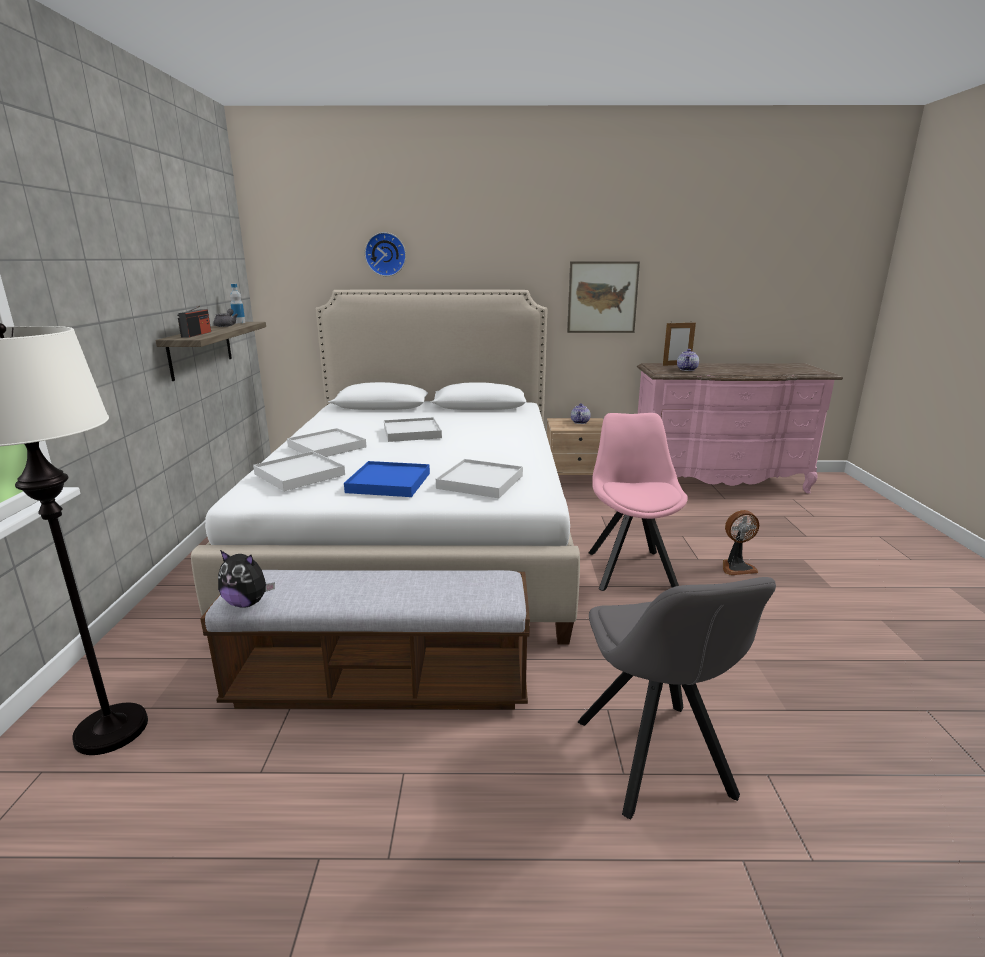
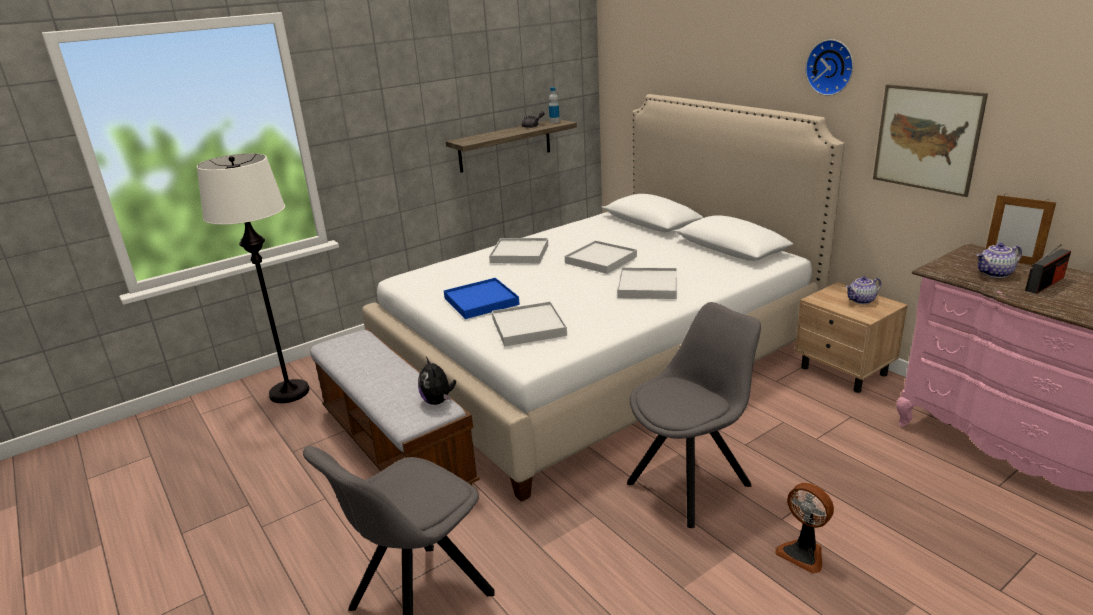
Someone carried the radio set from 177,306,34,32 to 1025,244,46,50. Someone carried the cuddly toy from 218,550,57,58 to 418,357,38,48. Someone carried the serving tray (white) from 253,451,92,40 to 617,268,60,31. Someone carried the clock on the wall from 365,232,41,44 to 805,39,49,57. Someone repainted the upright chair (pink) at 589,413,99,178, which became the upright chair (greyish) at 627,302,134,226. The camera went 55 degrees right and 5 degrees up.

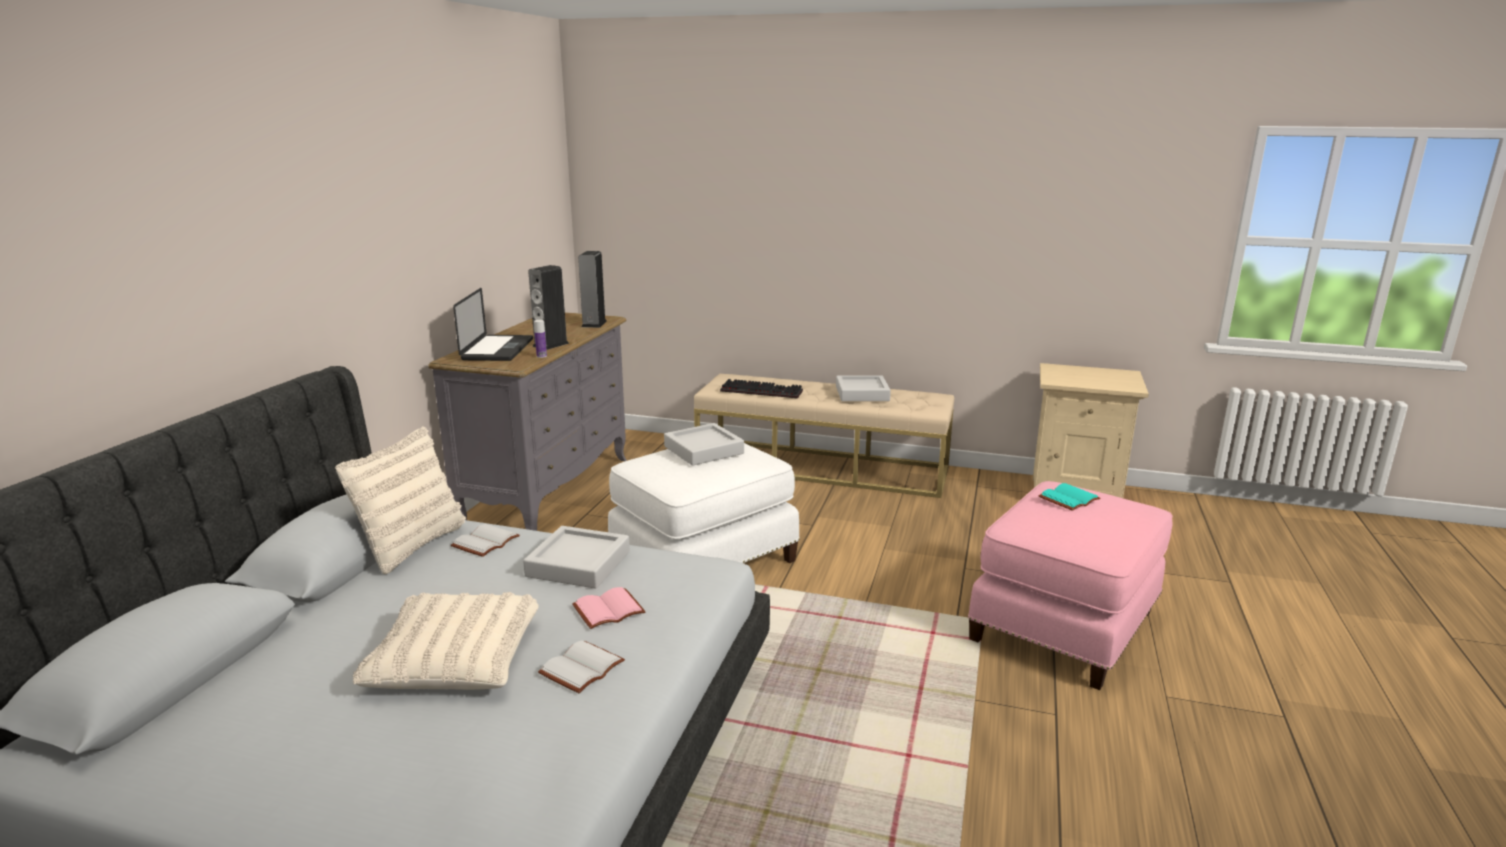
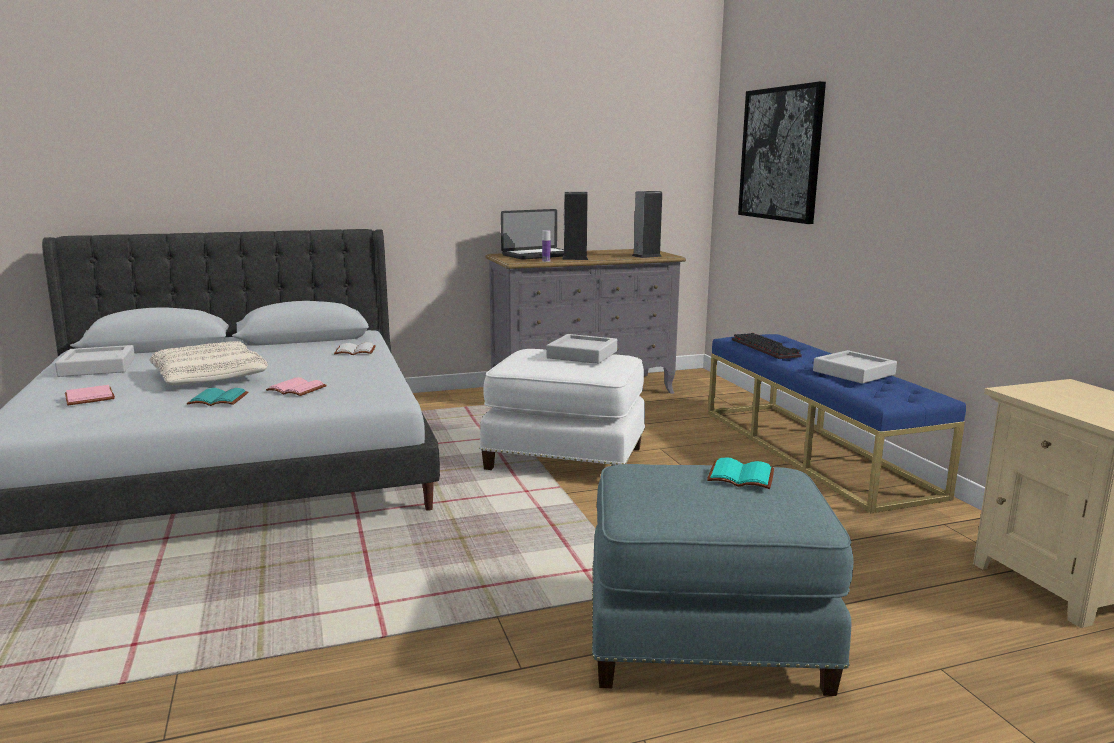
Someone took away the cushion (sand-coloured) at 335,427,131,147. Someone carried the serving tray (greyish) from 523,526,107,63 to 55,345,80,32. Someone repainted the volume (white) at 538,640,87,53, which became the volume (turquoise-coloured) at 187,388,61,18. Someone repainted the long seat (sand-coloured) at 694,374,260,124, which became the long seat (bluish) at 708,334,258,179. Someone repainted the ottoman (pink) at 968,481,205,209, which became the ottoman (bluish) at 592,464,261,232. Someone put down the volume (pink) at 65,385,50,20. Someone put up the wall picture at 738,81,88,143. The camera went 55 degrees right and 5 degrees down.

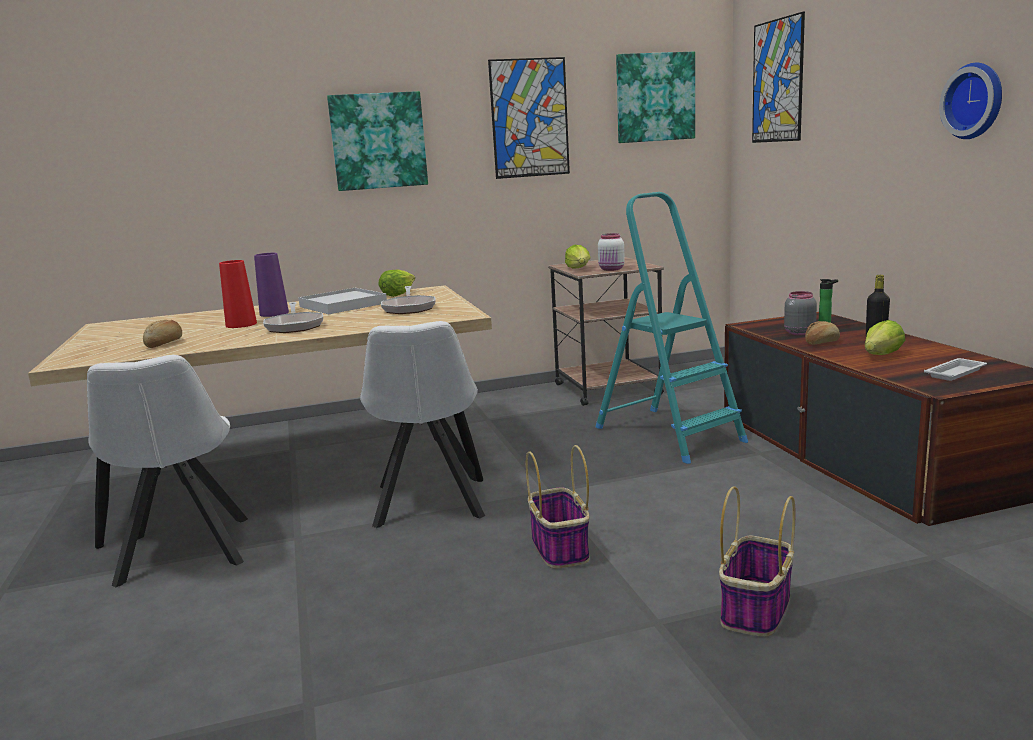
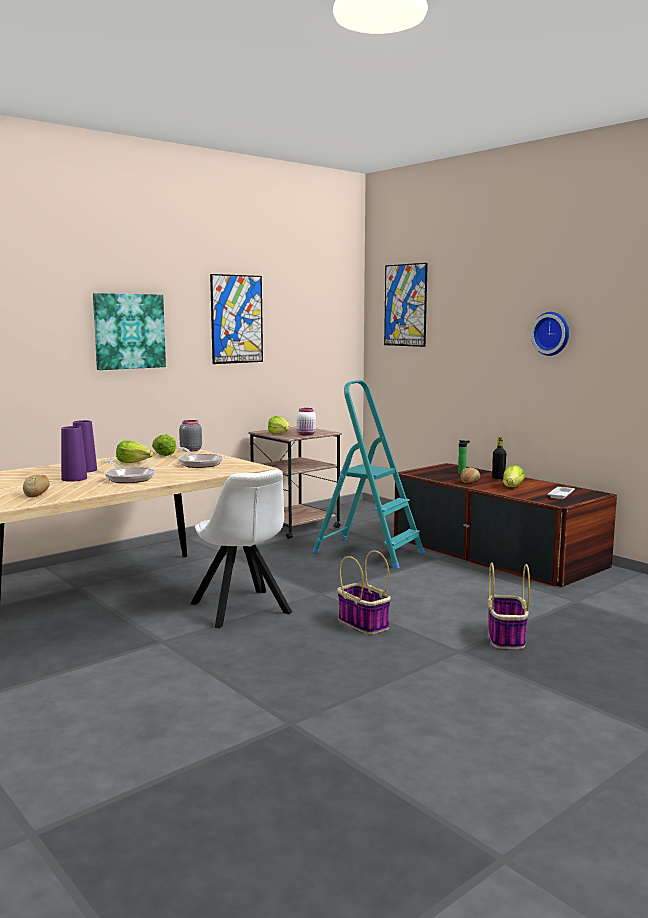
Someone took away the upright chair (white) at 87,355,161,232. Someone repainted the decorative vase (reddish) at 219,260,38,68, which became the decorative vase (purplish) at 61,426,26,56. Someone swapped the serving tray (white) at 298,288,89,26 for the lettuce at 116,441,37,22. Someone took away the wall picture at 616,52,79,91. Someone carried the preserve jar (greyish) from 784,291,33,44 to 179,420,23,32. The camera went 25 degrees left and 5 degrees down.

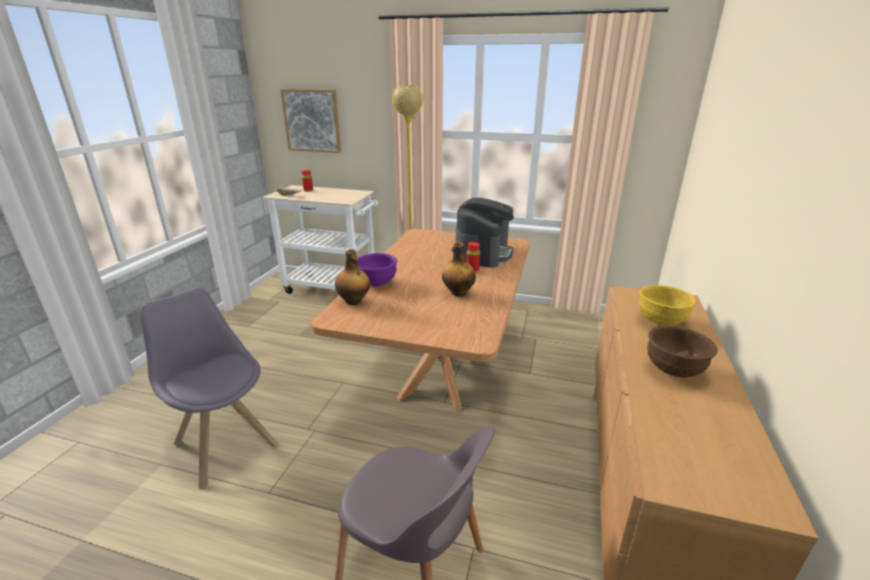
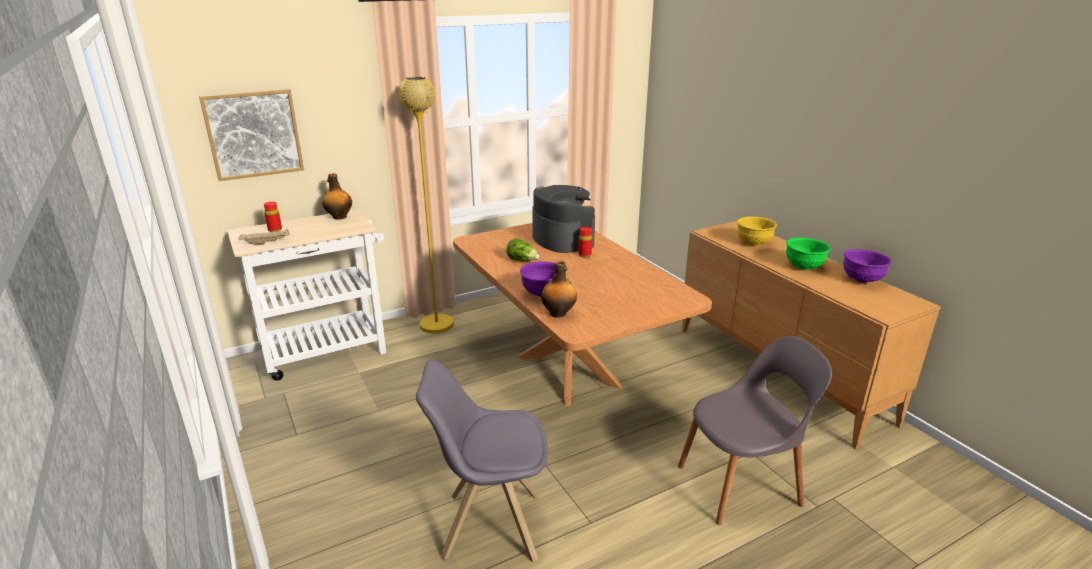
Someone carried the bottle from 442,242,34,55 to 322,173,30,46. Someone repainted the bowl (brownish) at 647,325,71,53, which became the bowl (green-coloured) at 786,238,45,32. Someone put down the lettuce at 506,238,34,23. Someone put down the bowl (purplish) at 844,249,48,34. The camera went 45 degrees left and 0 degrees up.

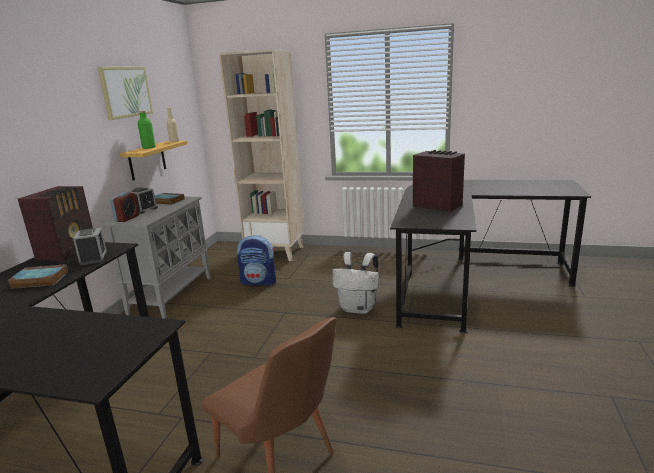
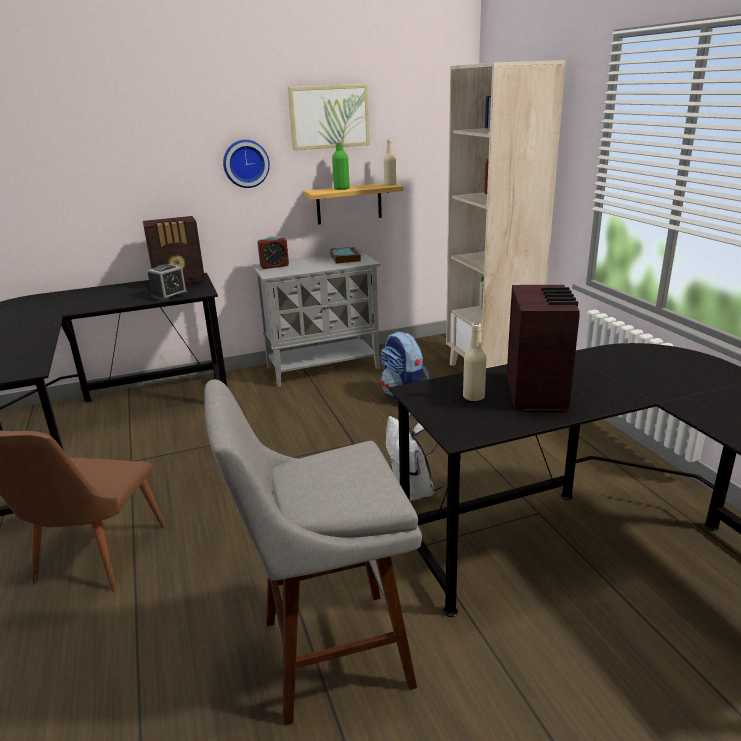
Someone took away the volume at 8,264,60,25. Someone took away the table clock at 128,188,30,26. Someone put down the stool seat (greyish) at 204,379,218,347. Someone put up the clock on the wall at 223,140,47,48. Someone put down the bottle (sand-coloured) at 463,323,23,78. The camera went 55 degrees right and 5 degrees up.

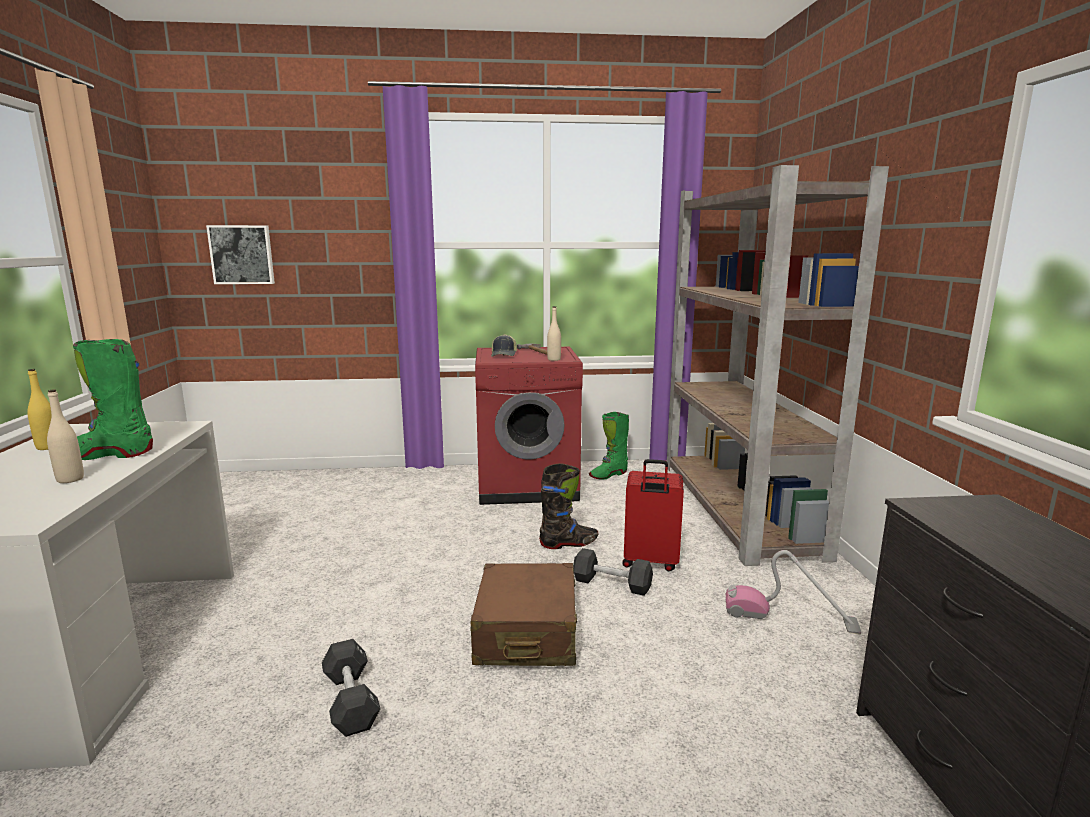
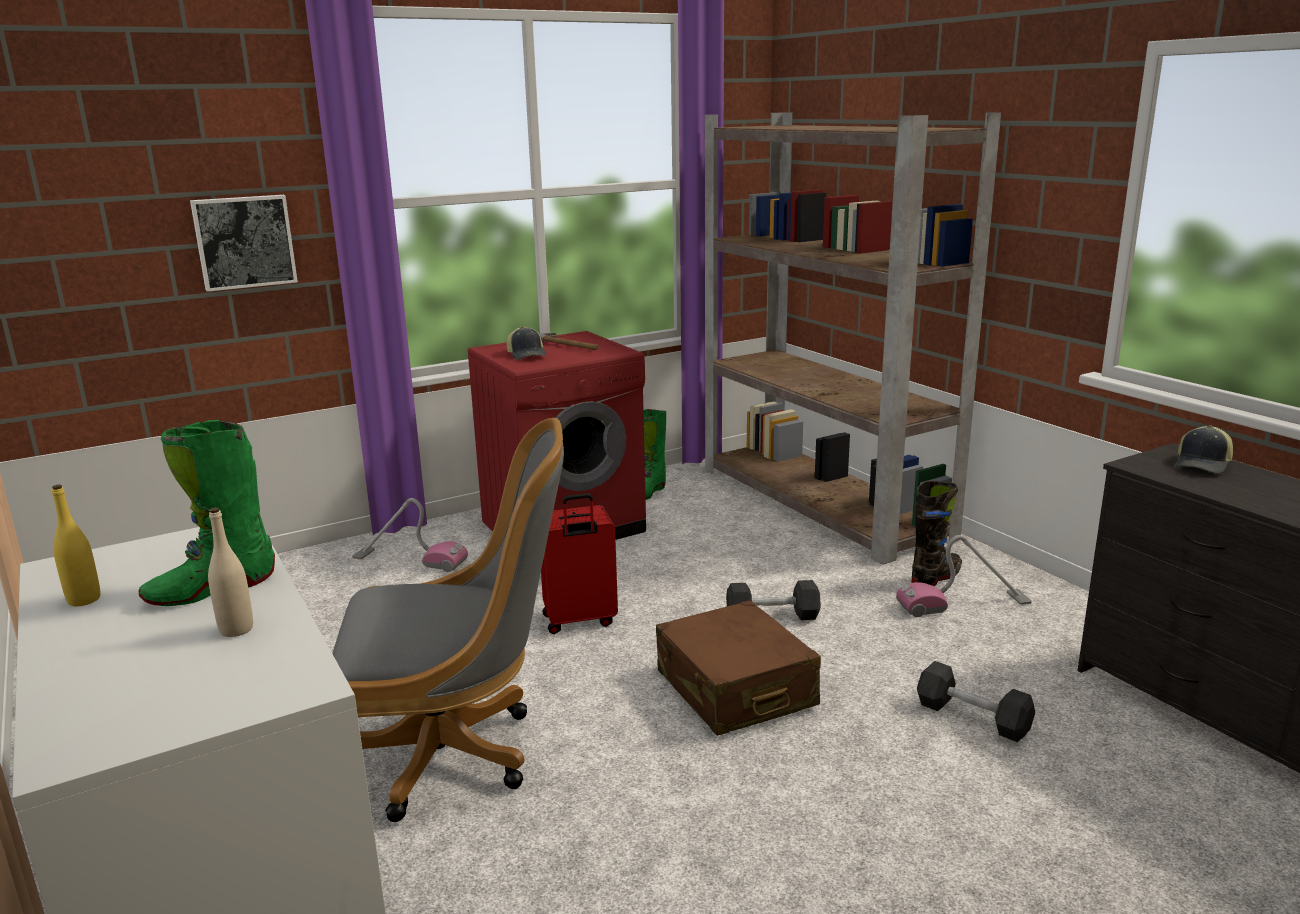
Someone carried the wall picture from 206,225,69,59 to 190,195,108,97. Someone carried the hand weight (black) from 322,639,58,98 to 917,661,118,81. Someone carried the boot (black) from 539,463,59,86 to 912,481,50,105. Someone took away the bottle (sand-coloured) at 547,306,14,55. Someone carried the piece of luggage (reddish) from 622,459,62,112 to 541,493,77,141. Someone put down the office chair (greyish) at 332,418,232,404. Someone put down the vacuum cleaner at 352,498,116,74. Someone put down the peaked cap at 1174,425,59,49. The camera went 25 degrees left and 5 degrees up.

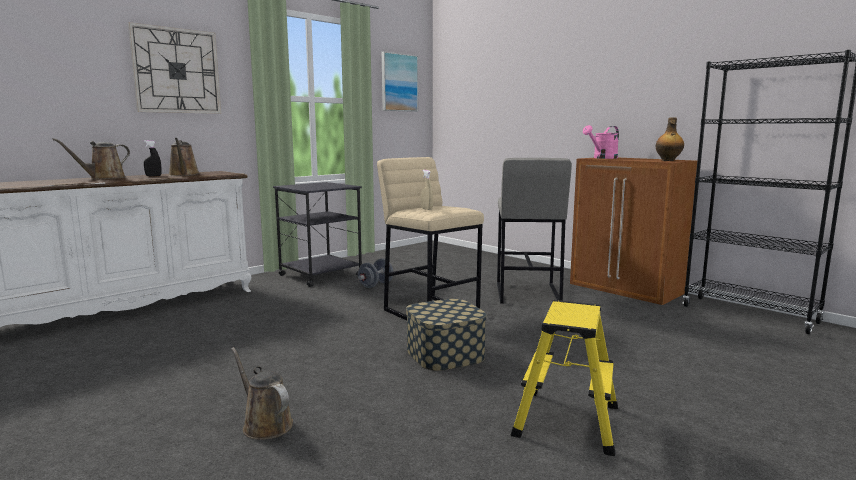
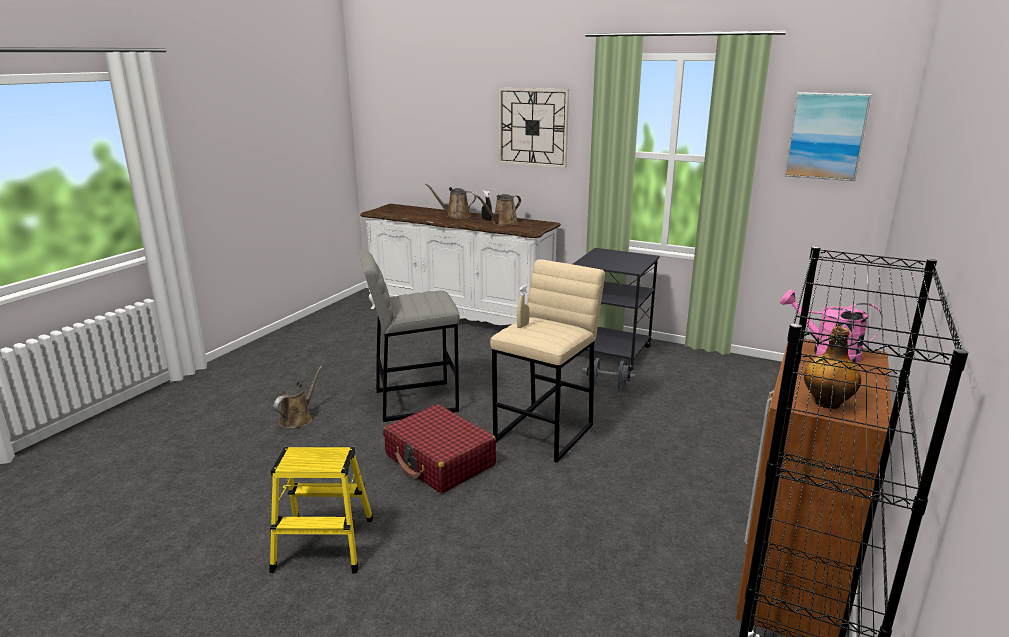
Someone swapped the storage bin at 406,299,81,72 for the piece of luggage (reddish) at 383,404,113,90. Someone carried the stool seat (greyish) from 497,158,75,146 to 358,250,102,172. The camera went 70 degrees right and 10 degrees up.

